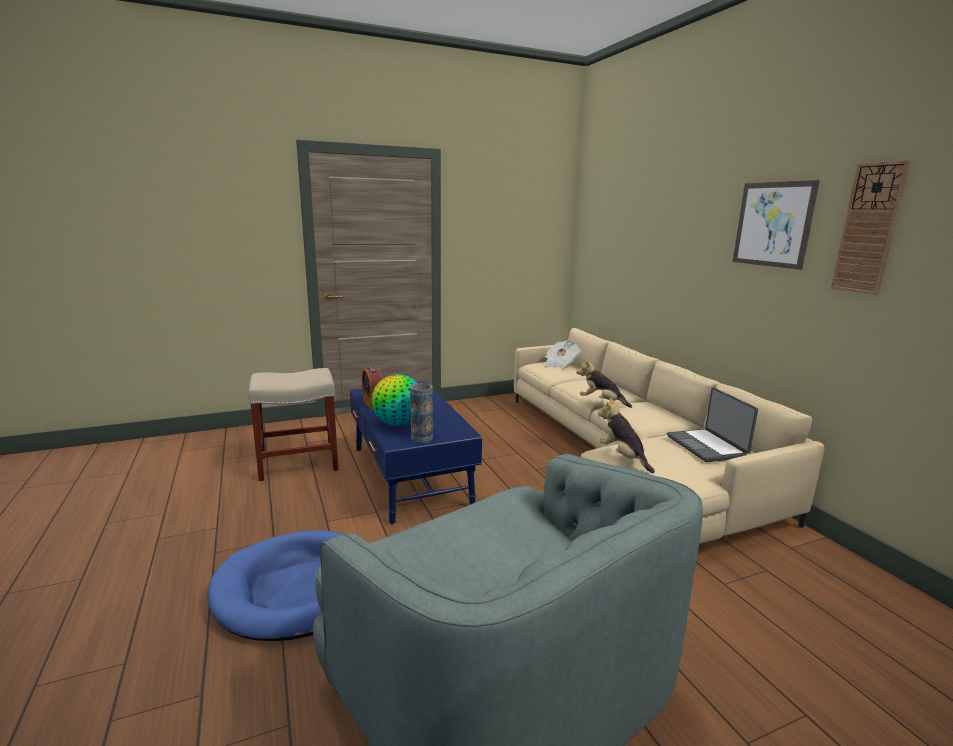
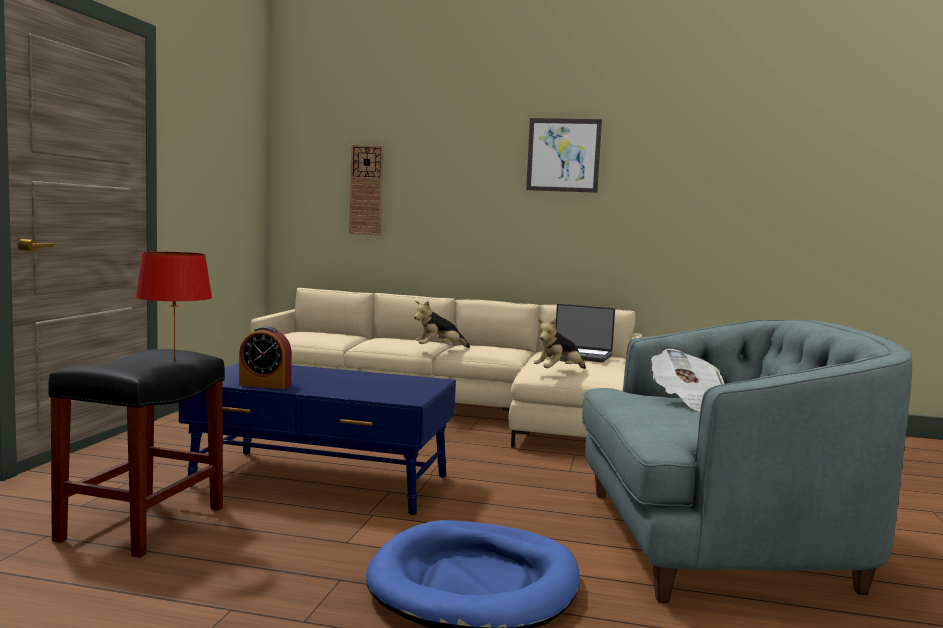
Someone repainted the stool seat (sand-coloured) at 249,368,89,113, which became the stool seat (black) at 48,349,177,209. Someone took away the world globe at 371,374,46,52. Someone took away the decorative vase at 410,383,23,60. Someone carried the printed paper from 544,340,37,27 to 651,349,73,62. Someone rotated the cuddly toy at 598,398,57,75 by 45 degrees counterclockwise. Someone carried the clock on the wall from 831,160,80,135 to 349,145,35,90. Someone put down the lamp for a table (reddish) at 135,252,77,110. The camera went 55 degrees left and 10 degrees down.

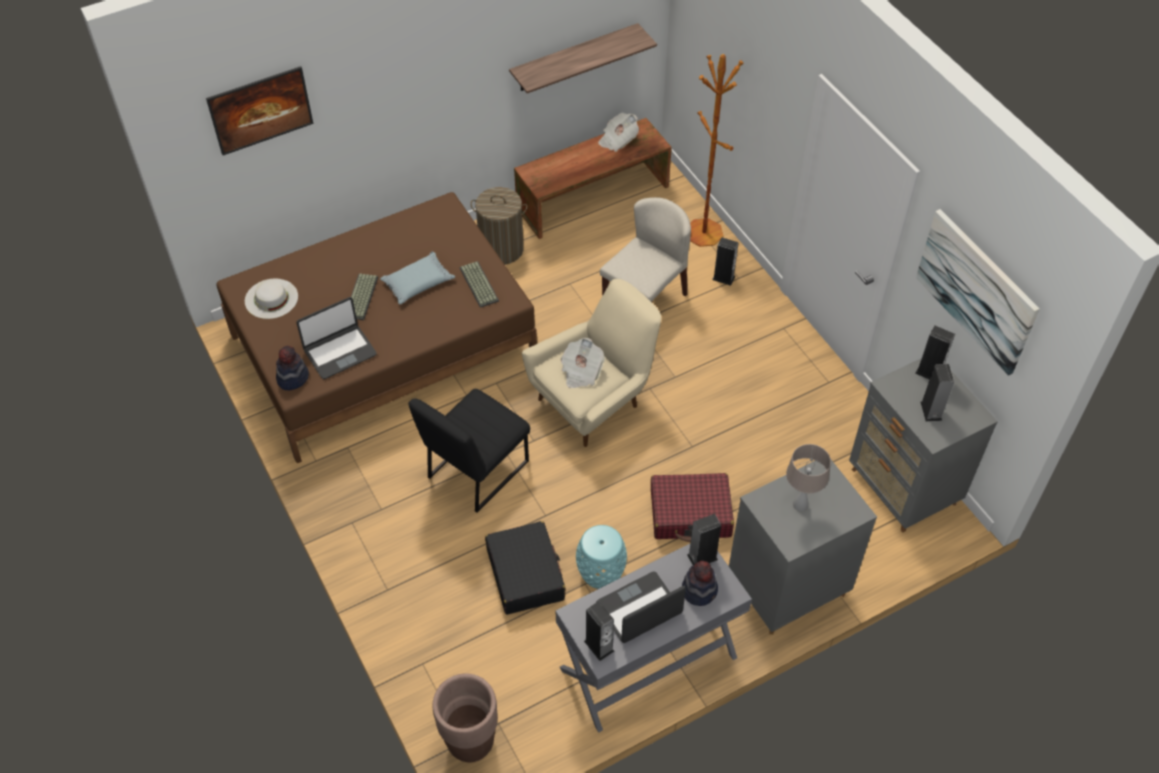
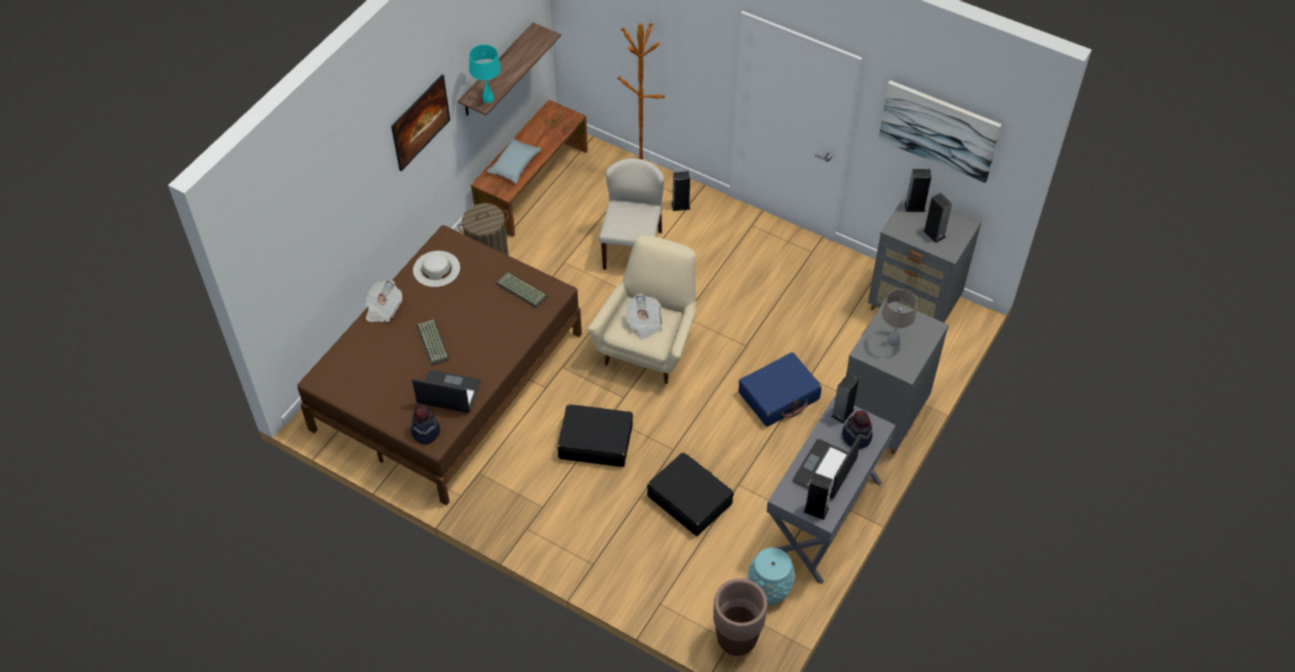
Someone carried the wall picture from 206,66,107,89 to 391,75,59,96. Someone carried the hat (white) from 245,279,53,40 to 413,251,47,36. Someone rotated the notebook computer at 296,297,81,82 by 105 degrees counterclockwise. Someone carried the cushion (bluish) from 380,251,75,53 to 487,137,55,46. Someone swapped the upright chair (black) at 408,389,122,124 for the piece of luggage (black) at 557,404,76,63. Someone carried the stool seat (turquoise-coloured) from 576,525,51,64 to 748,548,47,57. Someone carried the printed paper from 598,113,41,39 to 365,279,37,43. Someone repainted the piece of luggage (reddish) at 651,473,83,69, which became the piece of luggage (bluish) at 738,352,84,75. Someone put down the lamp for a table (turquoise-coloured) at 469,44,32,59. The camera went 30 degrees left and 0 degrees up.

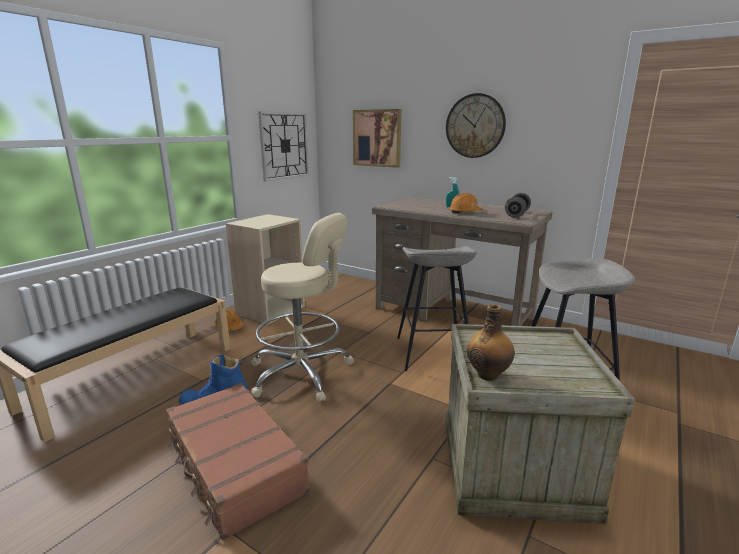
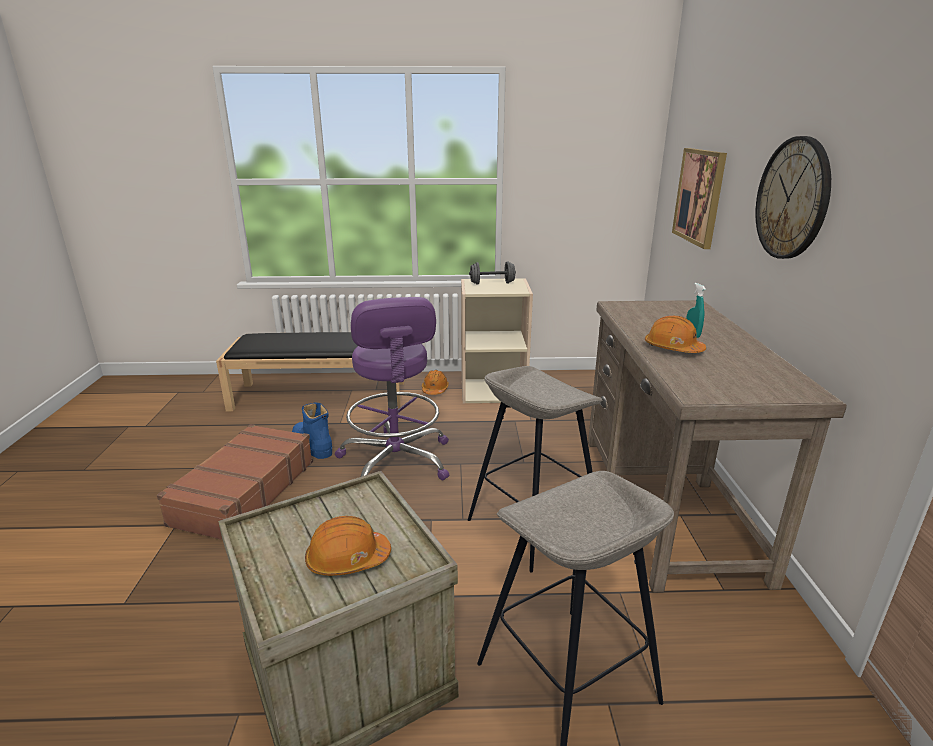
Someone repainted the stool seat (sand-coloured) at 251,213,103,189, which became the stool seat (purplish) at 335,297,114,183. Someone took away the clock on the wall at 258,111,51,70. Someone took away the bottle at 466,304,49,77. Someone carried the hand weight (greyish) from 505,193,26,25 to 469,261,47,24. Someone put down the safety helmet (orange-coloured) at 305,516,86,60. The camera went 55 degrees right and 5 degrees up.

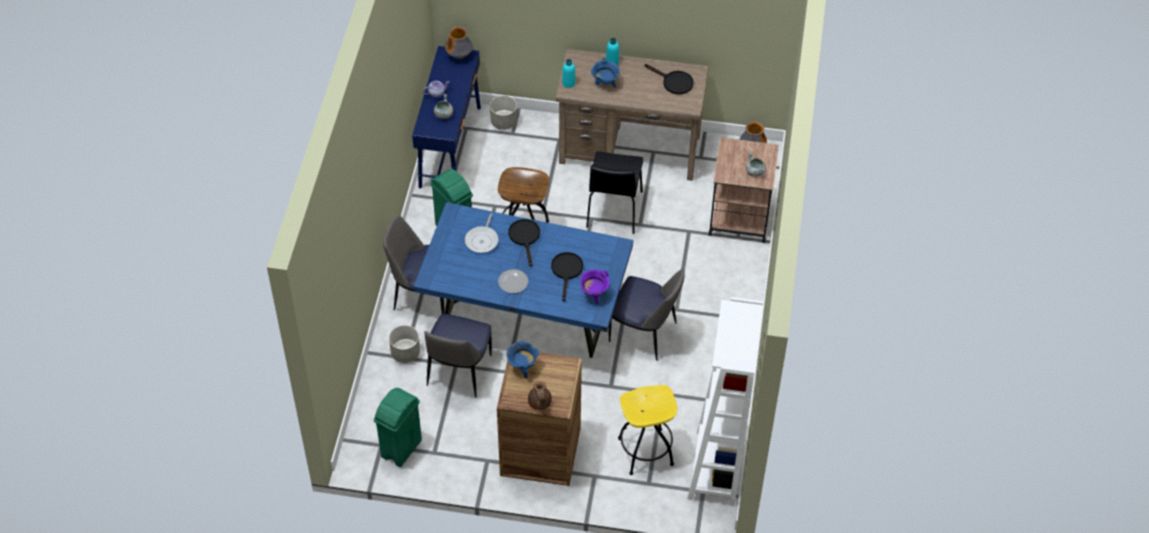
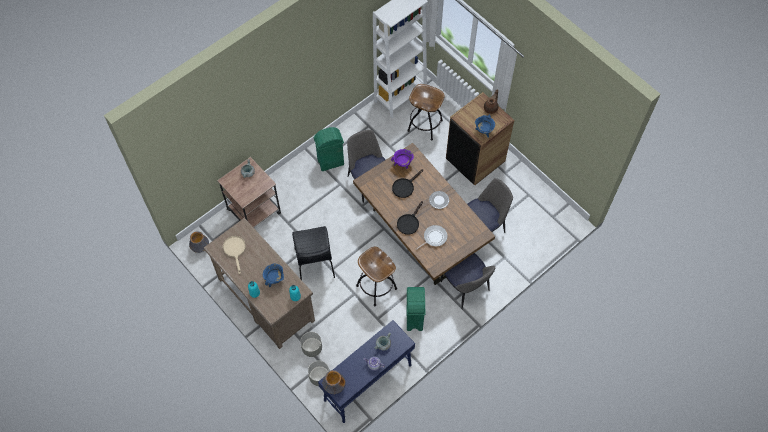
Someone carried the rubbish bin (green-coloured) from 374,388,48,79 to 313,127,31,44. Someone carried the plant pot (greyish) from 389,325,31,38 to 300,332,22,25. Someone repainted the dining table (bluish) at 413,202,220,156, which became the dining table (brownish) at 353,143,142,142. Someone rotated the upright chair (black) at 586,151,57,83 by 120 degrees clockwise. Someone repainted the stool seat (yellow) at 618,385,59,90, which became the stool seat (brownish) at 408,84,37,57. Someone repainted the frying pan (black) at 645,64,49,30, which became the frying pan (sand-coloured) at 223,236,23,38. The camera went 140 degrees left and 10 degrees up.

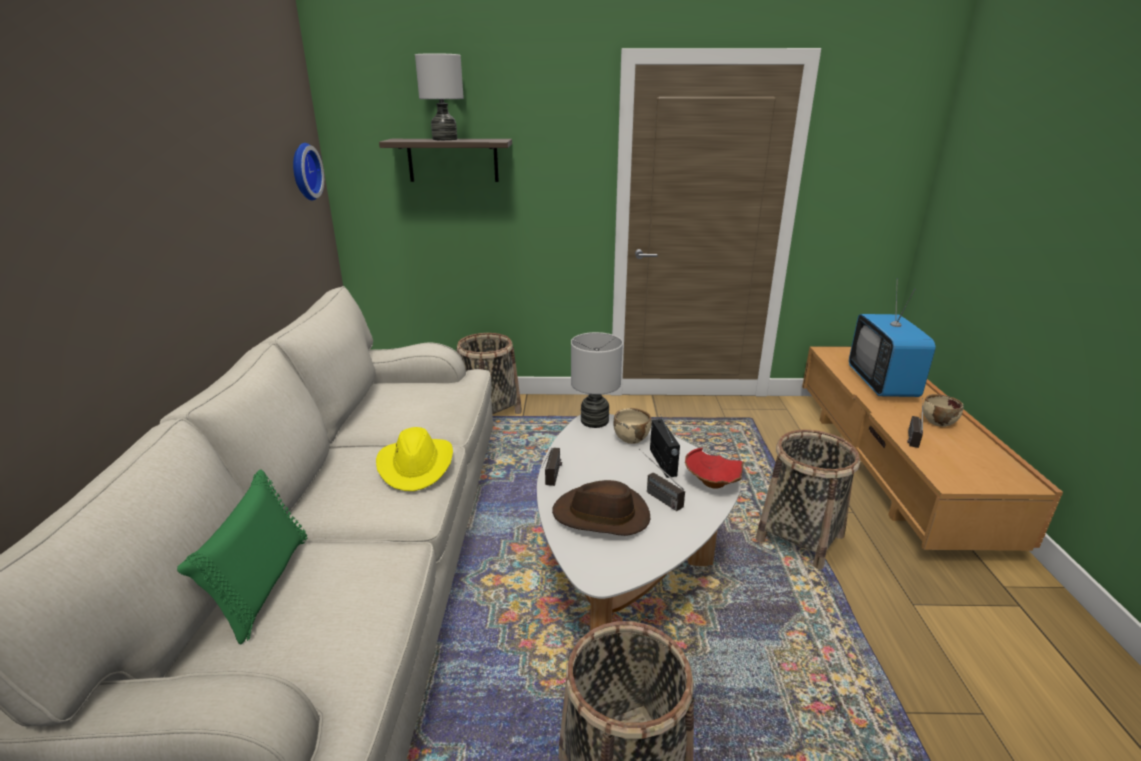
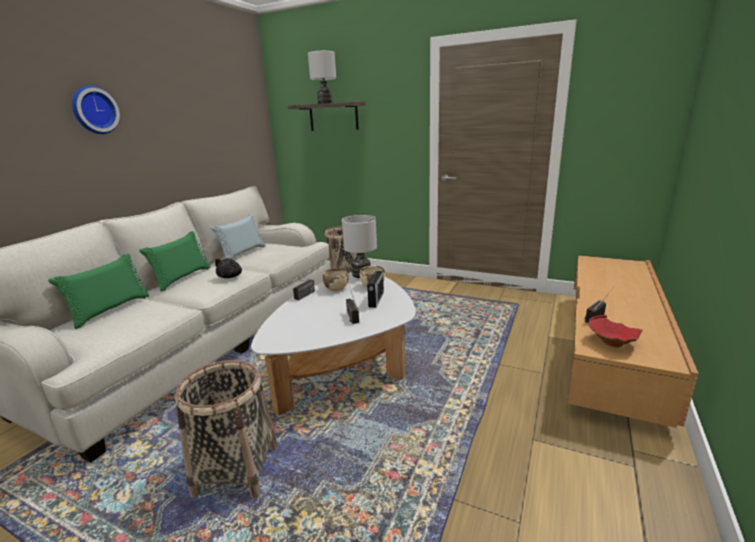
Someone carried the clock on the wall from 293,143,31,58 to 72,86,48,48. Someone swapped the hat (yellow) at 376,427,77,64 for the cuddly toy (black) at 215,258,27,20. Someone took away the hat (brownish) at 552,480,98,56. Someone carried the bowl (reddish) from 685,447,59,42 to 588,315,55,32. Someone took away the household basket at 756,430,104,139. Someone took away the TV at 849,278,87,119. Someone carried the bowl (sand-coloured) from 923,394,41,33 to 323,268,26,23. Someone put down the cushion (green-coloured) at 139,231,71,61. Someone put down the cushion (bluish) at 211,214,54,45. The camera went 25 degrees right and 5 degrees down.

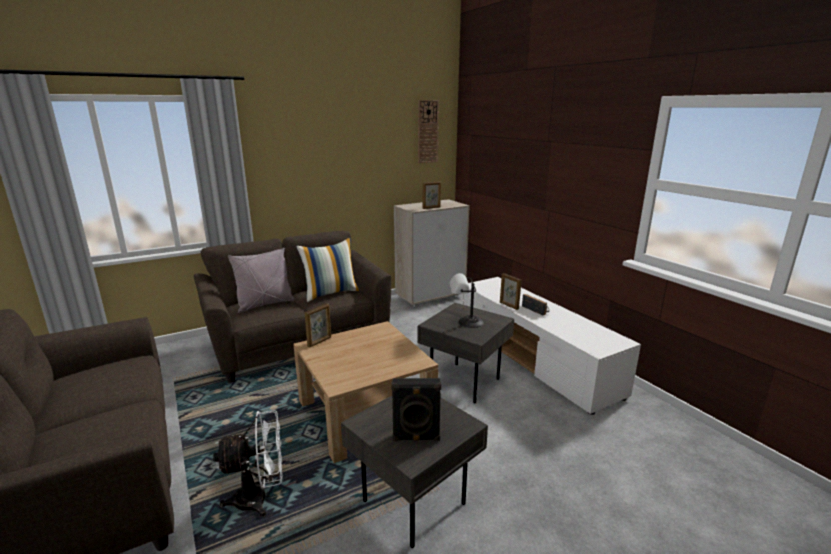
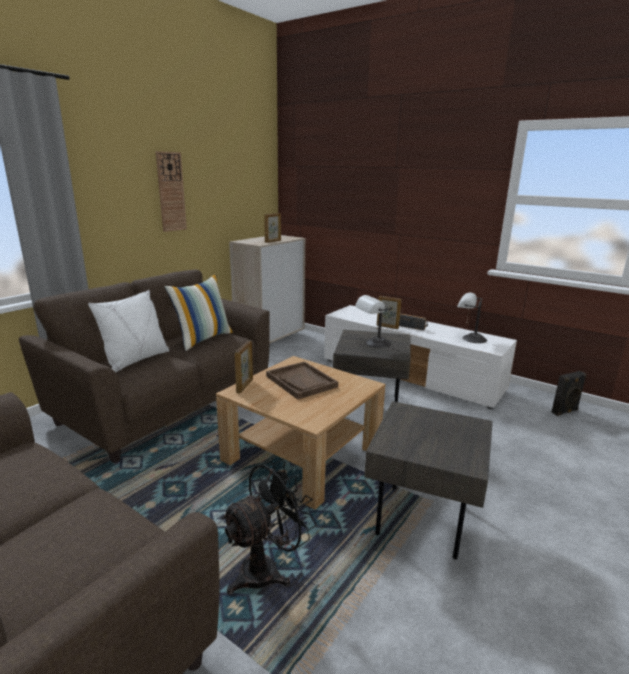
Someone repainted the cooling fan (white) at 213,410,70,107, which became the cooling fan (black) at 221,460,95,134. Someone repainted the cushion (purplish) at 228,248,67,65, which became the cushion (white) at 88,290,81,83. Someone carried the speaker (black) from 391,378,50,63 to 552,371,34,45. Someone carried the clock on the wall from 418,100,21,63 to 156,151,31,81. Someone put down the serving tray (brownish) at 266,361,72,39. Someone put down the lamp for a table at 457,292,30,51. The camera went 25 degrees left and 0 degrees up.

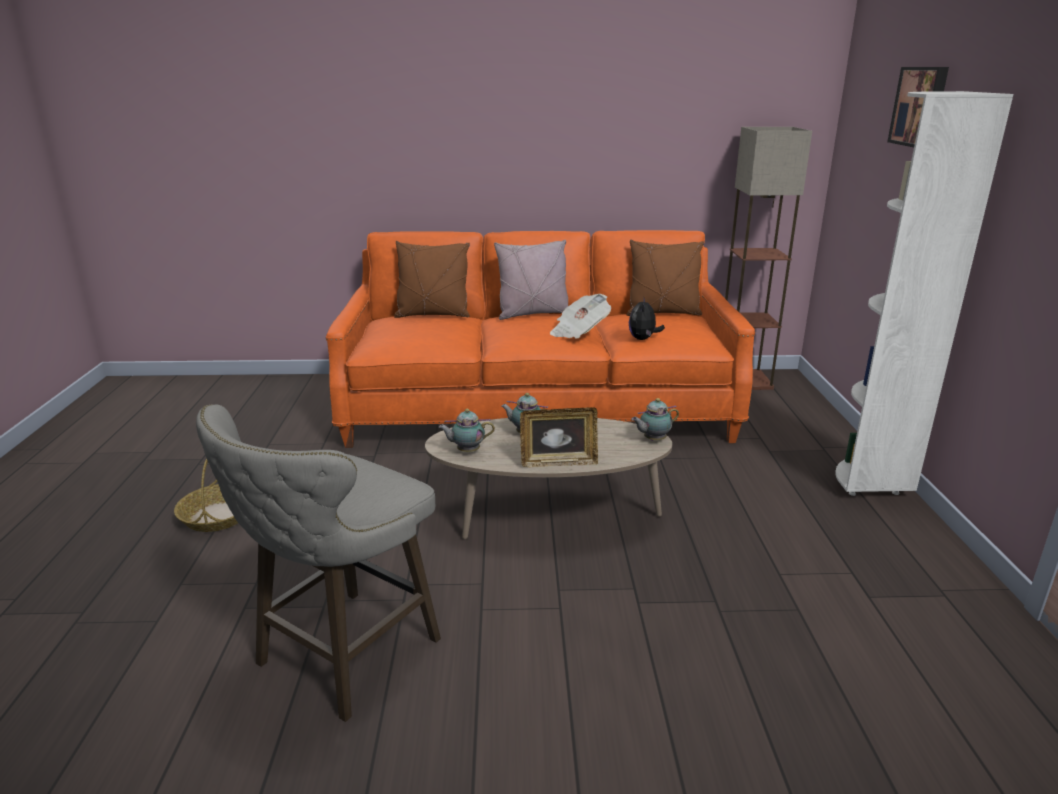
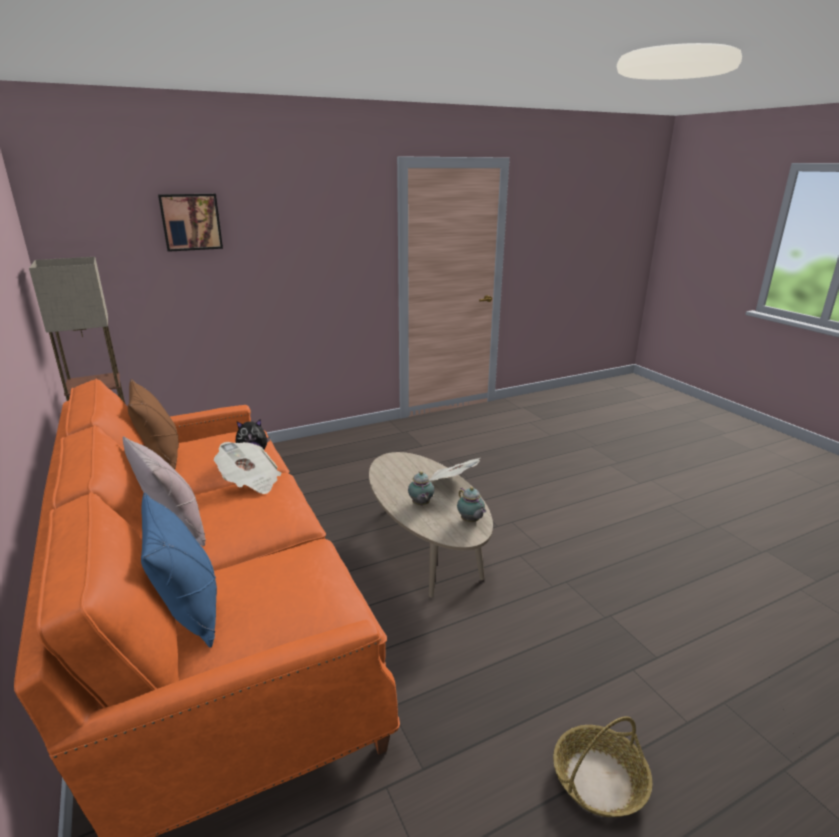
Someone took away the stool seat (greyish) at 196,404,245,318. Someone repainted the cushion (brownish) at 394,241,76,77, which became the cushion (bluish) at 141,493,76,155. Someone swapped the standing frame at 520,407,78,60 for the printed paper at 430,458,50,23. Someone took away the tea pot at 632,398,47,43. Someone took away the bookshelf (white) at 835,91,179,405. The camera went 115 degrees left and 0 degrees up.

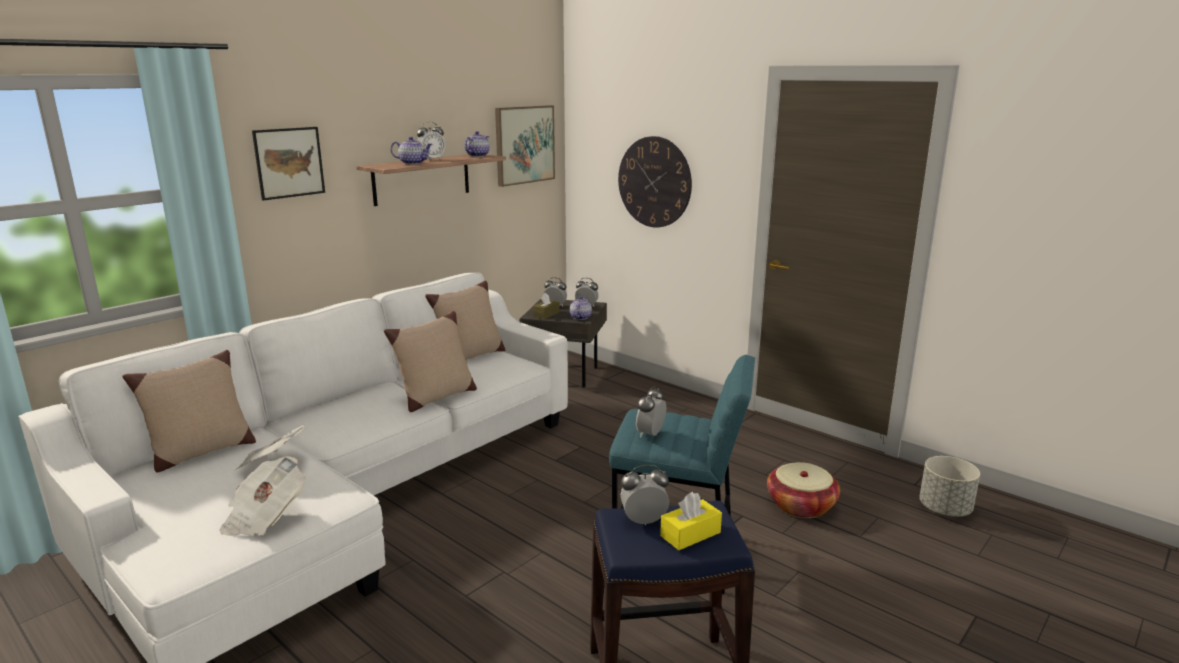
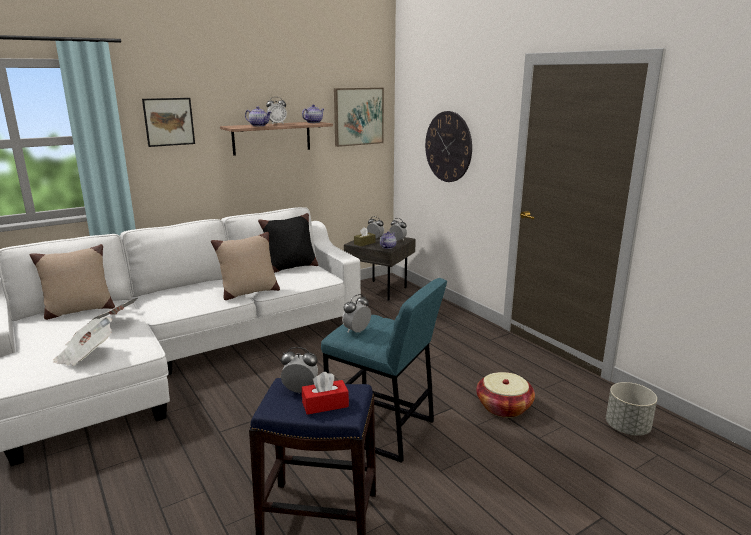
Someone repainted the cushion (sand-coloured) at 425,280,80,80, which became the cushion (black) at 258,213,60,60. Someone repainted the tissue holder (yellow) at 660,492,62,58, which became the tissue holder (reddish) at 302,372,47,43. The camera went 15 degrees right and 0 degrees up.

